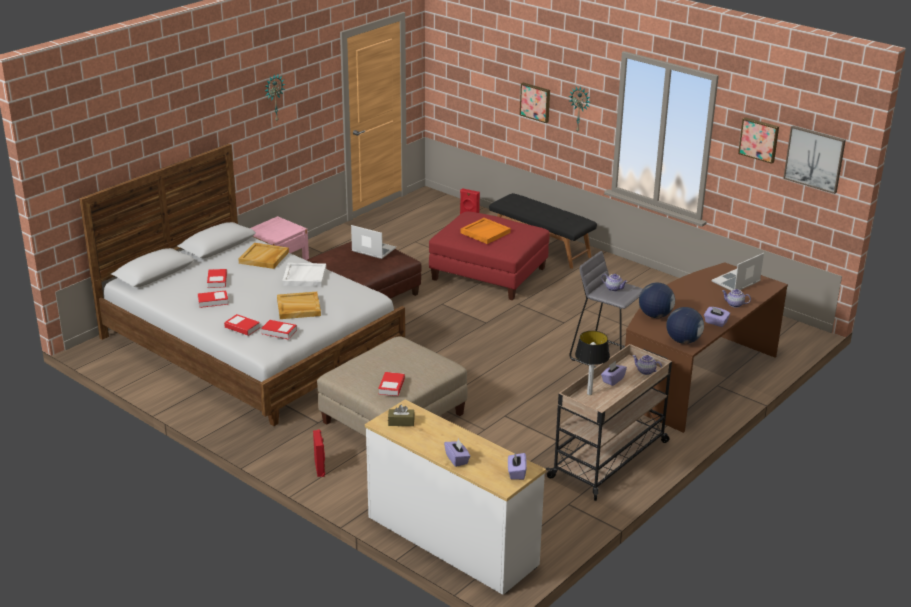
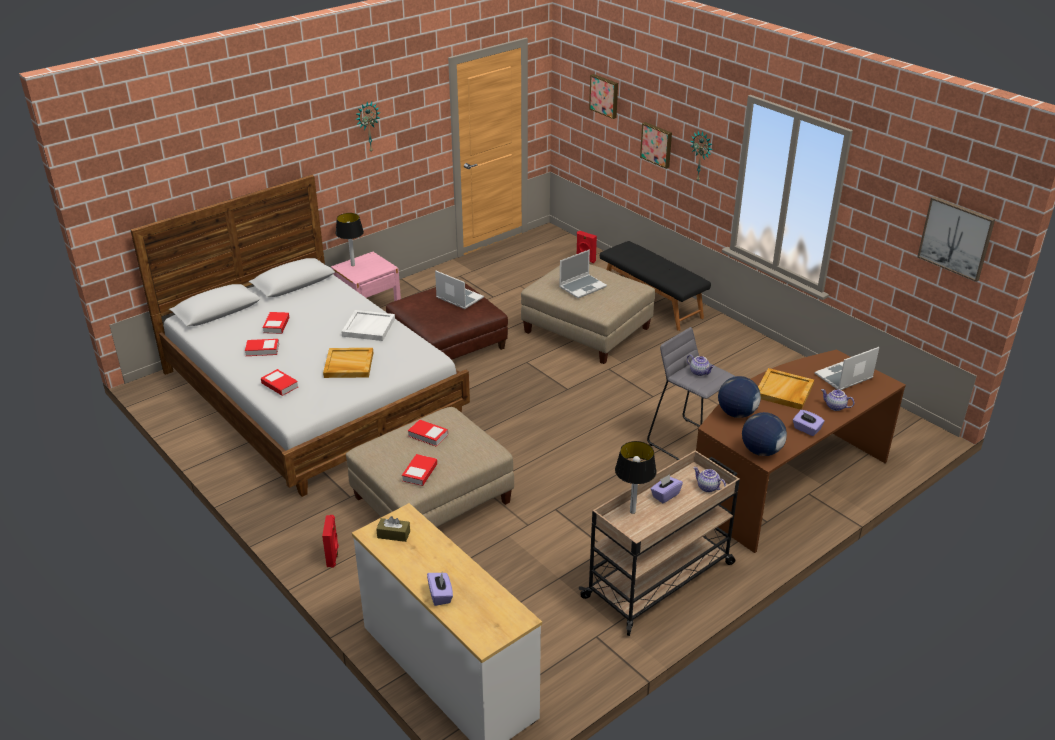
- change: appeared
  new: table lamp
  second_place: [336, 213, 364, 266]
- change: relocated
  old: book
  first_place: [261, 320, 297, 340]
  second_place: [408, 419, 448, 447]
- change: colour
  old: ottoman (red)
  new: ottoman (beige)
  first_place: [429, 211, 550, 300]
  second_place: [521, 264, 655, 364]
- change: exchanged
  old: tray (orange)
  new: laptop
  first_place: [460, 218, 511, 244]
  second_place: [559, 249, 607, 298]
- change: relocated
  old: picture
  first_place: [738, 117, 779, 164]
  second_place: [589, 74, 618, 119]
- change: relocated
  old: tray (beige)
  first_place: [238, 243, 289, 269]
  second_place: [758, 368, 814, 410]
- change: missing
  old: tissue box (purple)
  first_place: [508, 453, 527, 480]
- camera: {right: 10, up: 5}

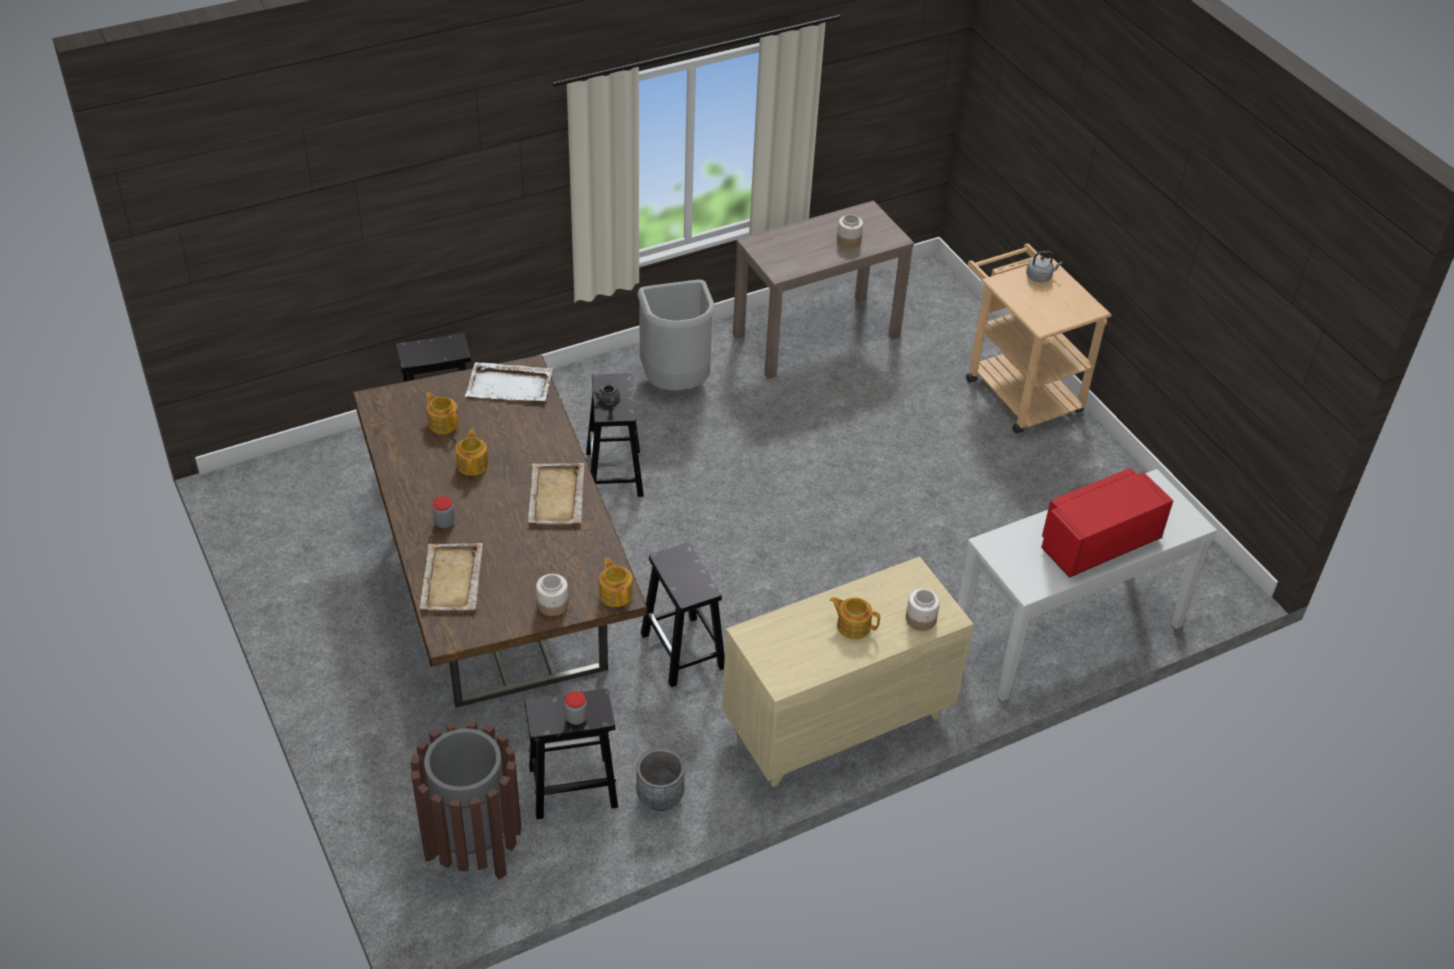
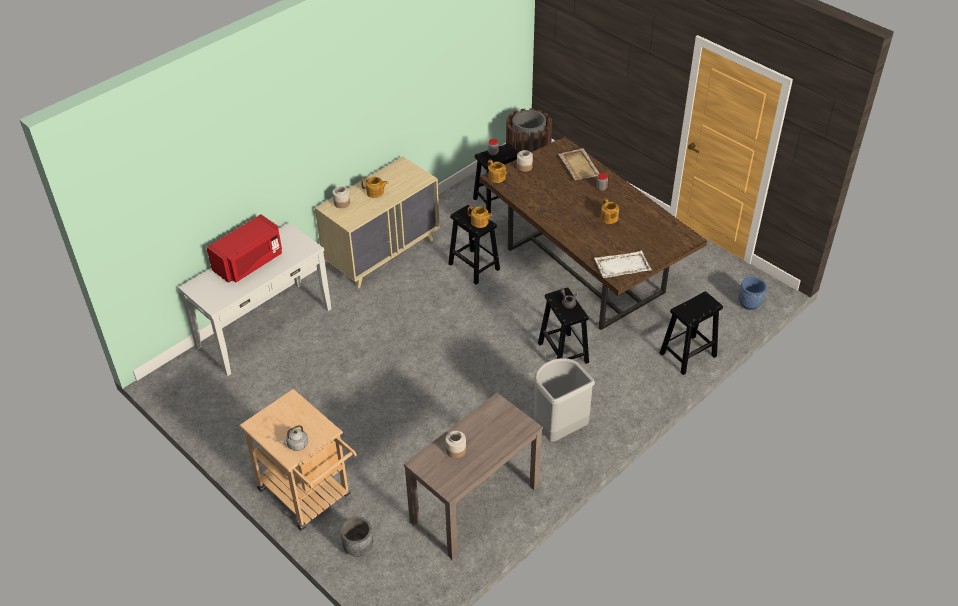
- change: relocated
  old: planter (grey)
  first_place: [636, 748, 685, 811]
  second_place: [340, 517, 373, 557]
- change: relocated
  old: teapot
  first_place: [425, 392, 459, 434]
  second_place: [468, 206, 493, 228]
- change: appeared
  new: planter (blue)
  second_place: [738, 277, 767, 310]
- change: missing
  old: tray (beige)
  first_place: [528, 463, 584, 524]
- camera: {right: 165, up: 0}

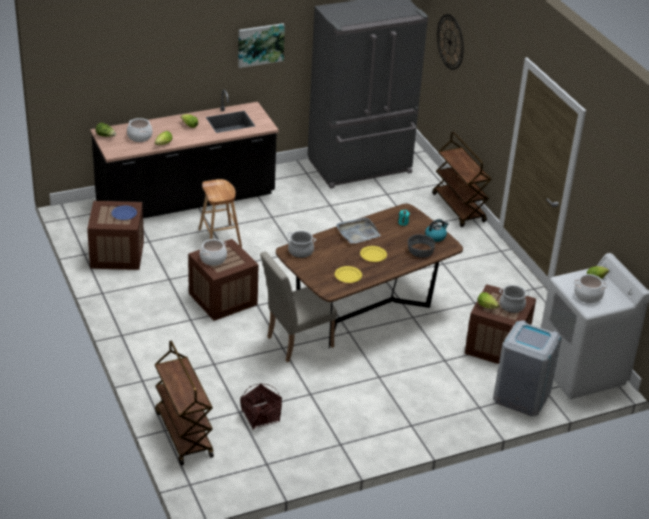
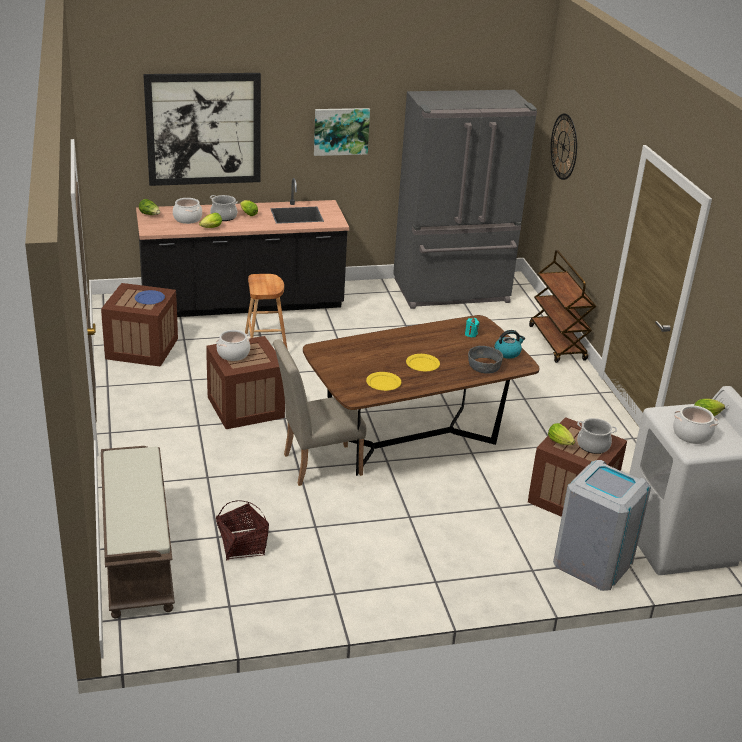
- change: exchanged
  old: cart (brown)
  new: bench (brown)
  first_place: [155, 341, 214, 466]
  second_place: [101, 446, 175, 618]
- change: appeared
  new: picture
  second_place: [143, 73, 261, 186]
- change: relocated
  old: cooking pot
  first_place: [287, 231, 316, 258]
  second_place: [210, 195, 238, 221]
- change: missing
  old: tray (grey)
  first_place: [336, 218, 381, 244]
- camera: {right: 10, up: -5}

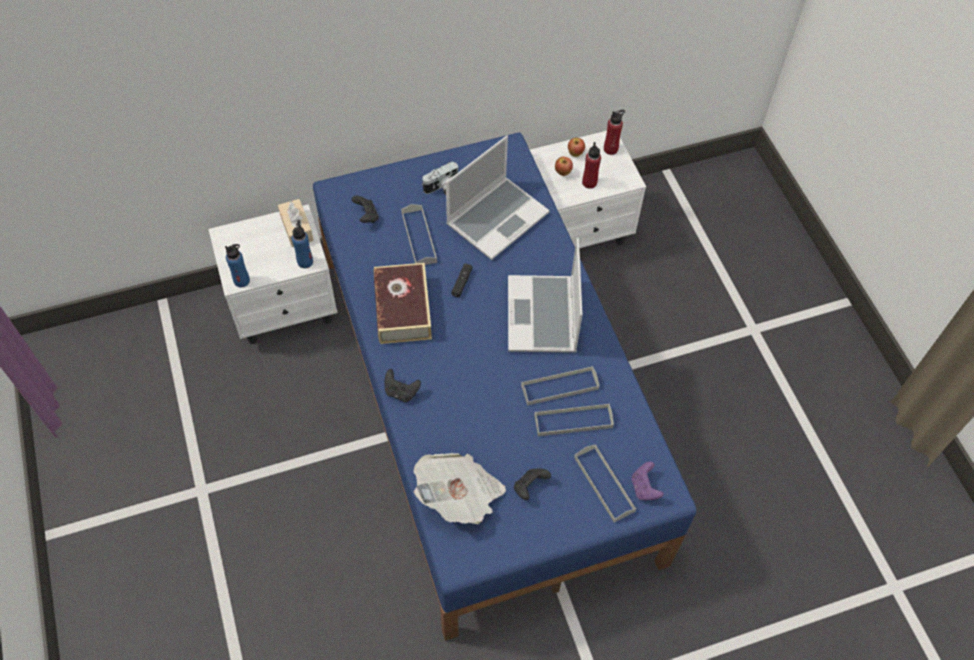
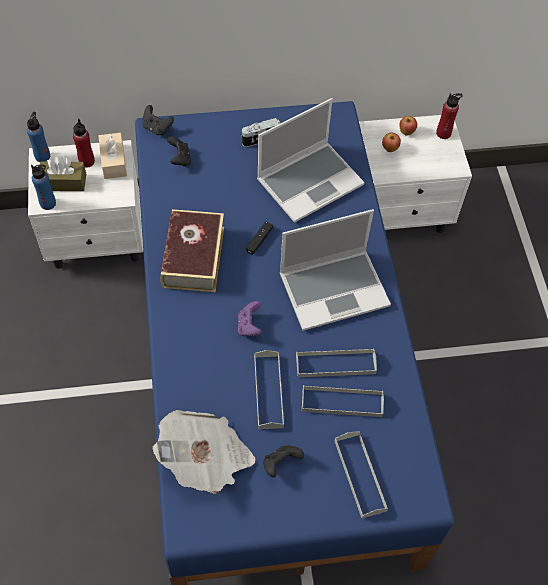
- change: relocated
  old: bottle (blue)
  first_place: [292, 220, 313, 268]
  second_place: [27, 112, 50, 162]
- change: appeared
  new: tissue box (brown)
  second_place: [40, 157, 86, 191]
- change: relocated
  old: bottle (red)
  first_place: [582, 142, 601, 189]
  second_place: [73, 119, 95, 168]
- change: relocated
  old: game controller (black)
  first_place: [385, 369, 421, 402]
  second_place: [142, 105, 174, 136]
- change: relocated
  old: game controller (purple)
  first_place: [631, 462, 664, 501]
  second_place: [238, 301, 262, 336]
- change: relocated
  old: tray (grey)
  first_place: [401, 204, 437, 265]
  second_place: [254, 350, 284, 429]
- change: spun
  old: laptop
  first_place: [508, 238, 583, 353]
  second_place: [280, 209, 391, 331]
  degrees: -120
- camera: {right: 10, up: 0}

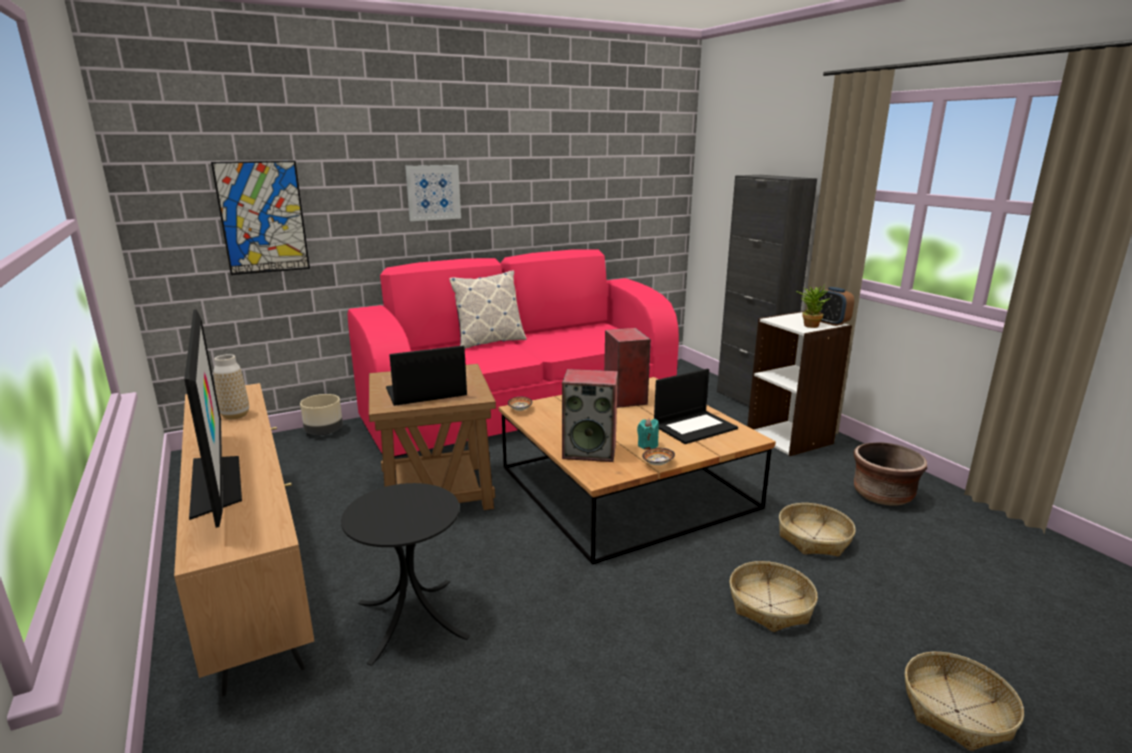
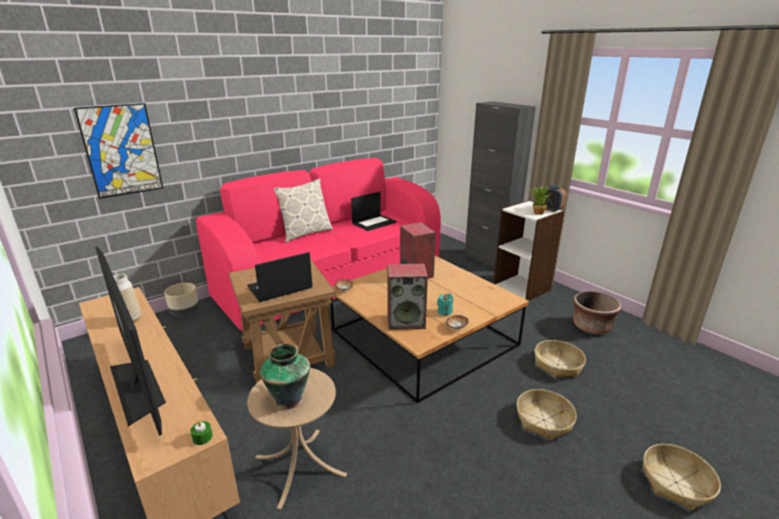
- change: appeared
  new: candle (green)
  second_place: [190, 420, 213, 445]
- change: colour
  old: side table (black)
  new: side table (beige)
  first_place: [341, 483, 470, 666]
  second_place: [247, 368, 347, 509]
- change: appeared
  new: vase
  second_place: [260, 343, 310, 410]
- change: relocated
  old: laptop
  first_place: [654, 369, 738, 444]
  second_place: [351, 191, 397, 231]
- change: missing
  old: picture
  first_place: [405, 165, 461, 221]
- camera: {right: -10, up: 5}

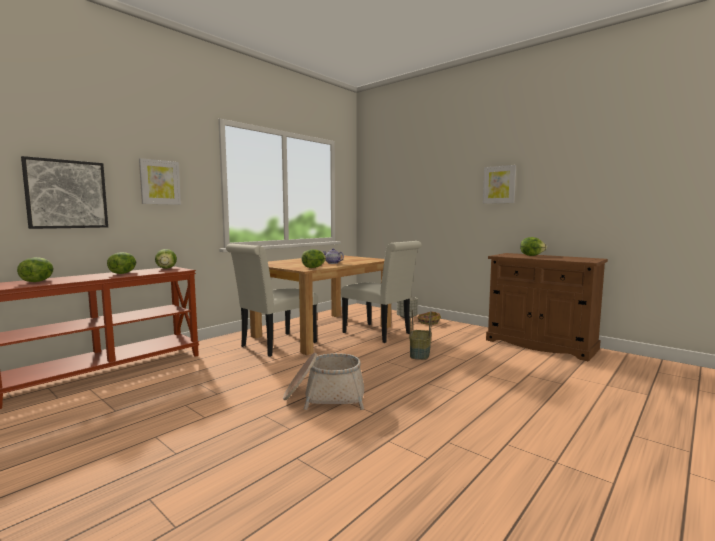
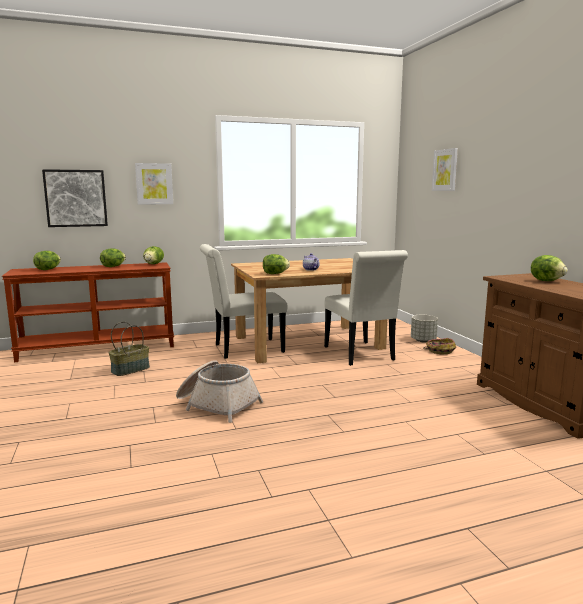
- change: relocated
  old: basket
  first_place: [409, 310, 432, 360]
  second_place: [109, 322, 150, 376]
- change: relocated
  old: picture
  first_place: [483, 165, 516, 204]
  second_place: [432, 148, 458, 191]
- camera: {right: 30, up: 5}

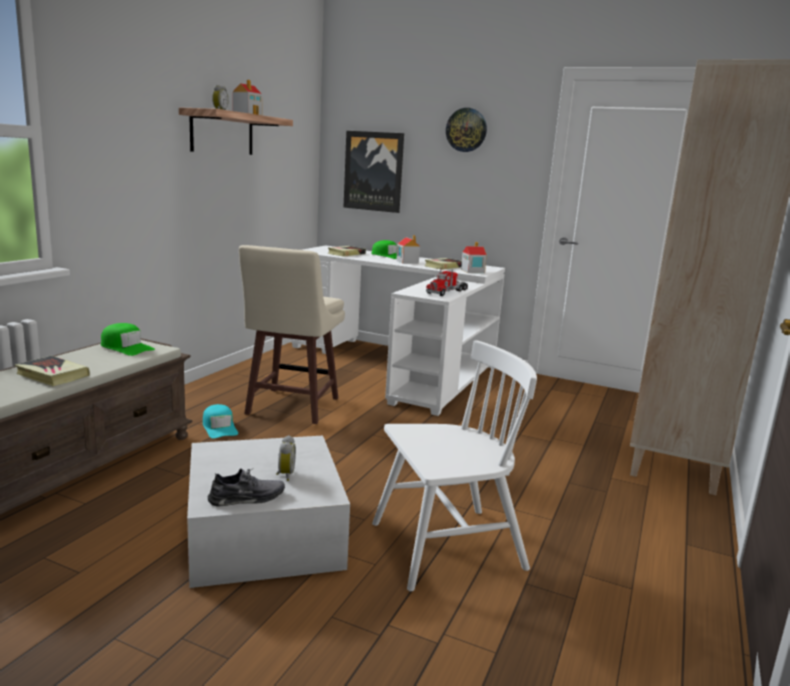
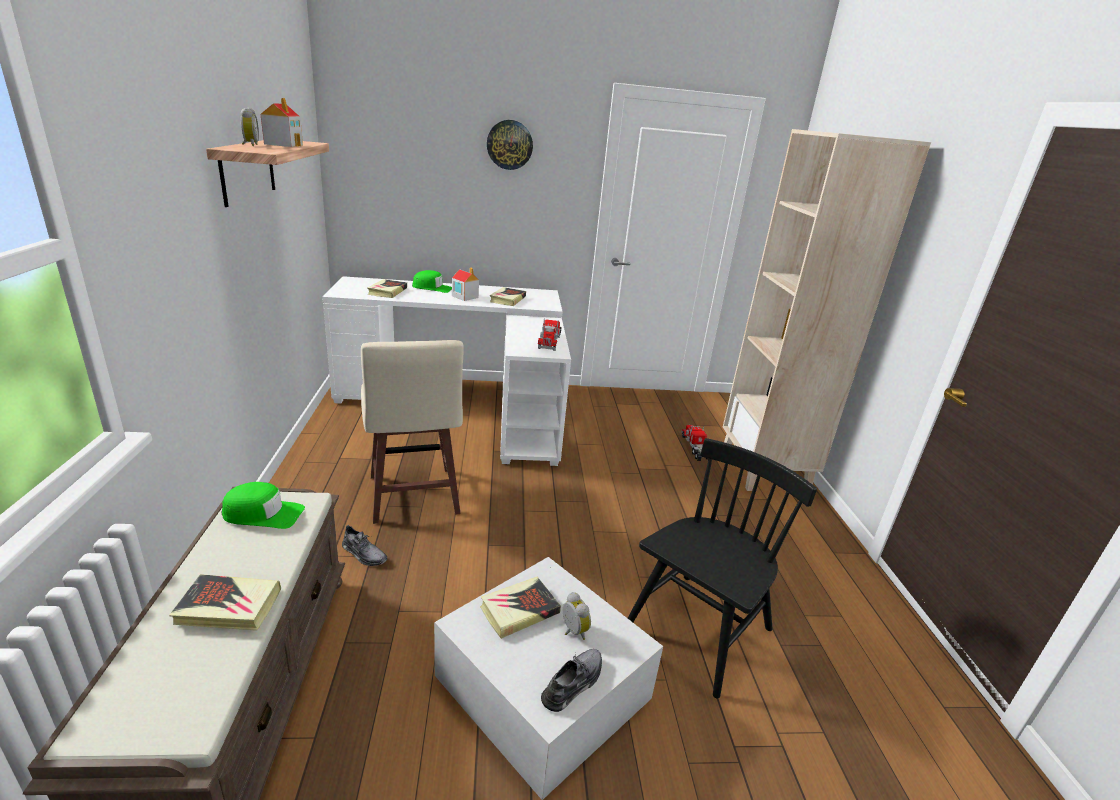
- change: exchanged
  old: cap (turquoise)
  new: shoe (grey)
  first_place: [203, 404, 238, 438]
  second_place: [342, 525, 387, 566]
- change: appeared
  new: book
  second_place: [480, 577, 561, 639]
- change: colour
  old: chair (white)
  new: chair (black)
  first_place: [372, 340, 537, 591]
  second_place: [628, 438, 817, 699]
- change: appeared
  new: toy truck
  second_place: [681, 425, 709, 461]
- change: missing
  old: picture
  first_place: [343, 131, 404, 213]
- change: missing
  old: toy house
  first_place: [461, 242, 487, 273]
- camera: {right: -30, up: 10}

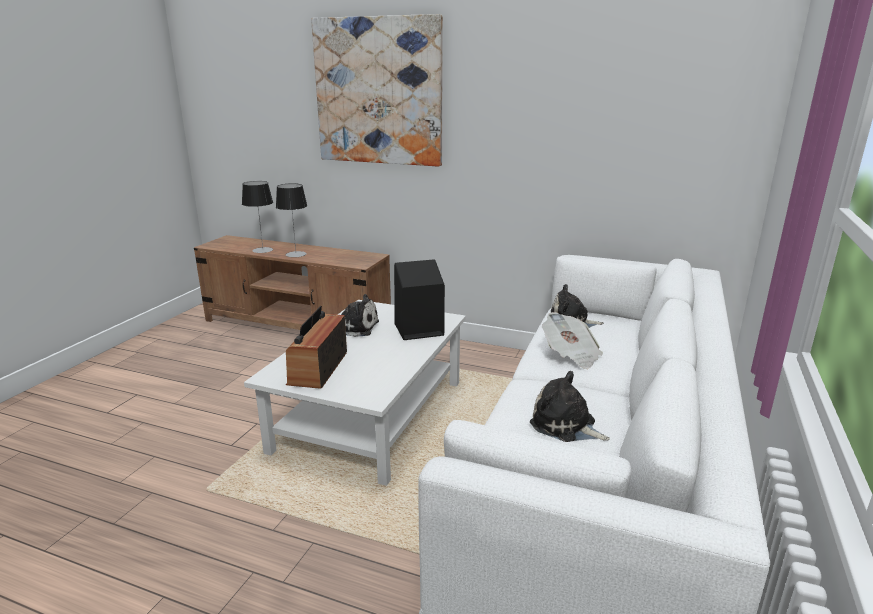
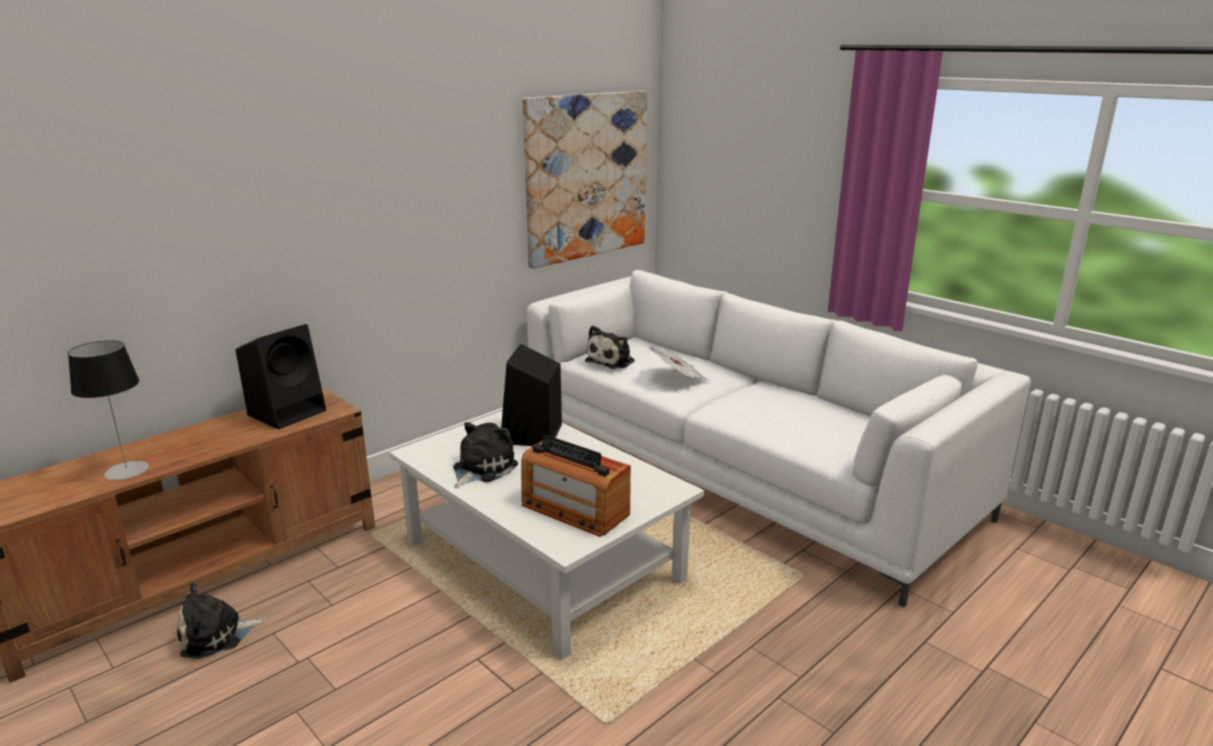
- change: relocated
  old: plush toy
  first_place: [530, 371, 610, 442]
  second_place: [177, 582, 266, 659]
- change: appeared
  new: speaker (black)
  second_place: [236, 324, 326, 429]
- change: relocated
  old: picture
  first_place: [311, 14, 443, 167]
  second_place: [523, 91, 647, 269]
- change: missing
  old: table lamp
  first_place: [276, 183, 307, 257]
- camera: {right: -65, up: 0}

